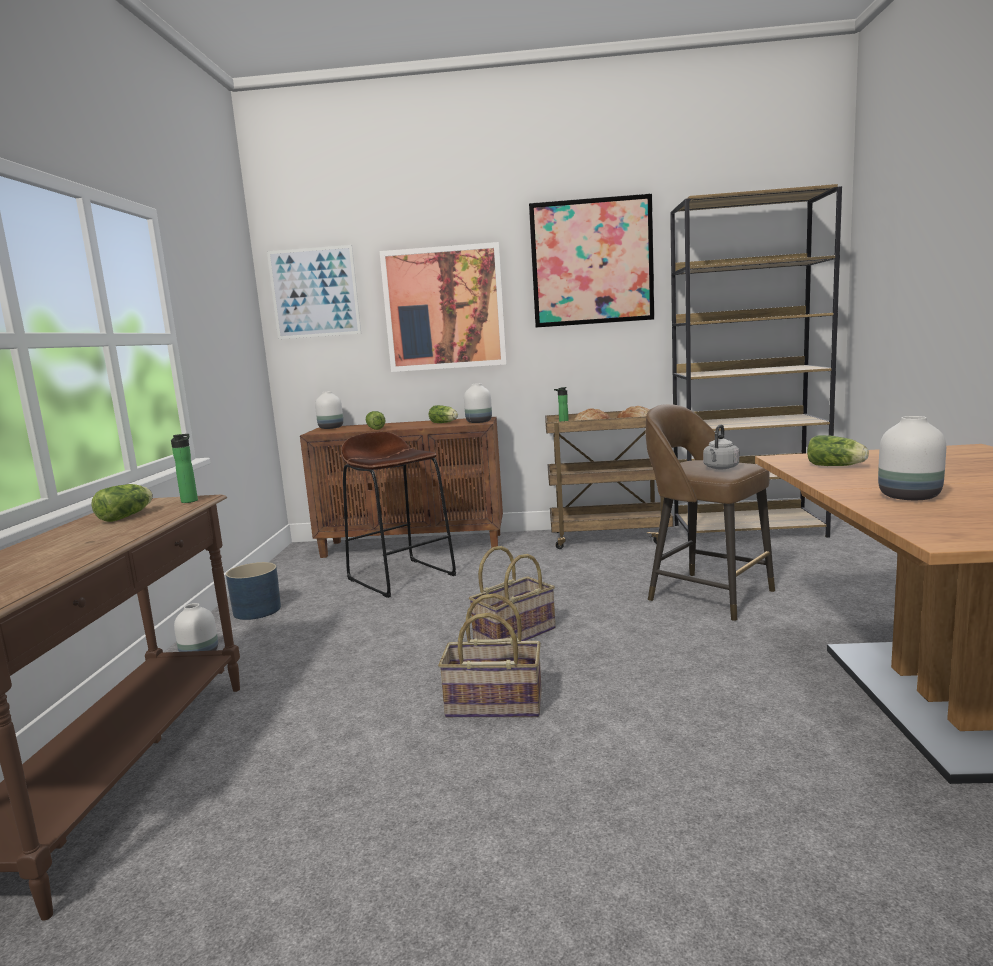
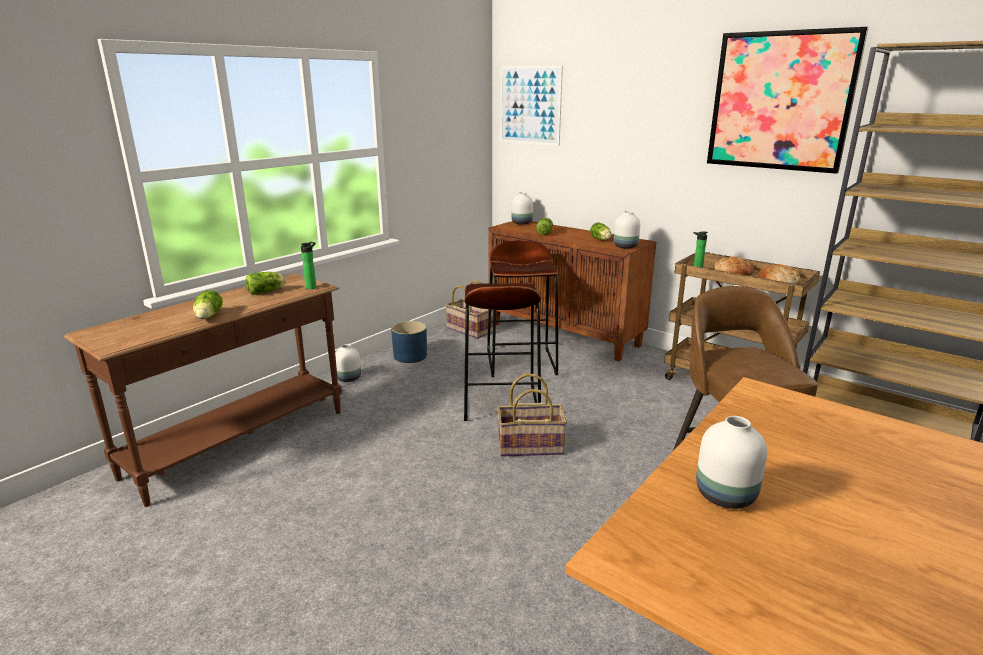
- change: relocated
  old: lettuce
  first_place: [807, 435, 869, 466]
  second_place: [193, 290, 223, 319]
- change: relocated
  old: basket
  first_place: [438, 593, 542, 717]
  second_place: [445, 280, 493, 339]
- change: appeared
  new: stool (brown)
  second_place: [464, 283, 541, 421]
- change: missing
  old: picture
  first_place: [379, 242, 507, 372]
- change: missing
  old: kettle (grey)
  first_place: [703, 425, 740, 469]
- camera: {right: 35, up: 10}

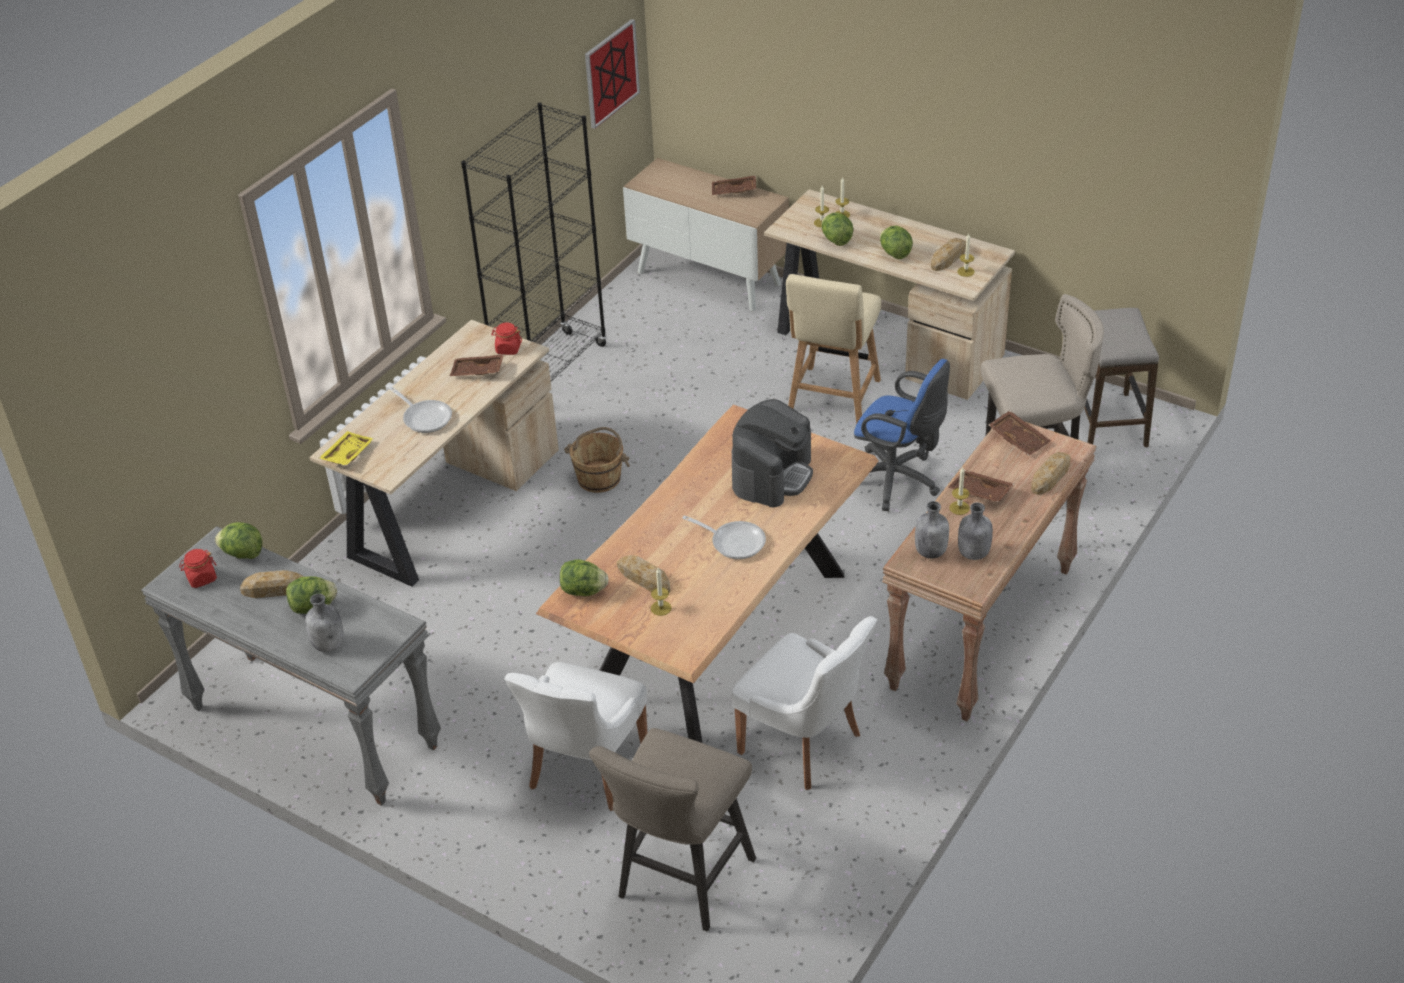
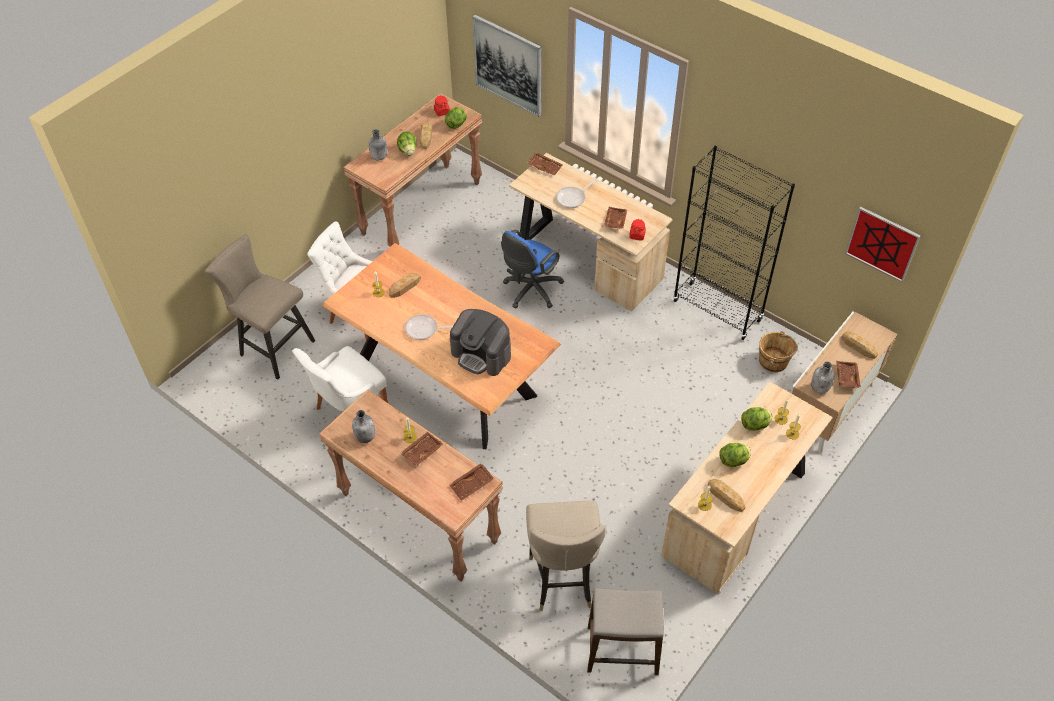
- change: colour
  old: console table (grey)
  new: console table (brown)
  first_place: [141, 526, 441, 806]
  second_place: [343, 93, 482, 247]
- change: spun
  old: frying pan
  first_place: [682, 515, 766, 559]
  second_place: [405, 314, 453, 340]
  degrees: 60
- change: appeared
  new: picture
  second_place: [472, 15, 542, 117]
- change: relocated
  old: office chair (blue)
  first_place: [854, 359, 950, 511]
  second_place: [501, 230, 564, 308]
- change: colour
  old: tray (yellow)
  new: tray (brown)
  first_place: [319, 431, 374, 466]
  second_place: [527, 152, 563, 176]
- change: relocated
  old: bucket (brown)
  first_place: [564, 427, 630, 493]
  second_place: [759, 331, 798, 372]
- change: relocated
  old: bottle (grey)
  first_place: [915, 501, 949, 558]
  second_place: [811, 362, 835, 393]
- change: relocated
  old: bread
  first_place: [1031, 452, 1071, 495]
  second_place: [841, 332, 878, 359]
- change: missing
  old: lettuce
  first_place: [560, 559, 609, 596]
- change: missing
  old: chair (beige)
  first_place: [786, 274, 881, 424]
- camera: {right: 95, up: 10}

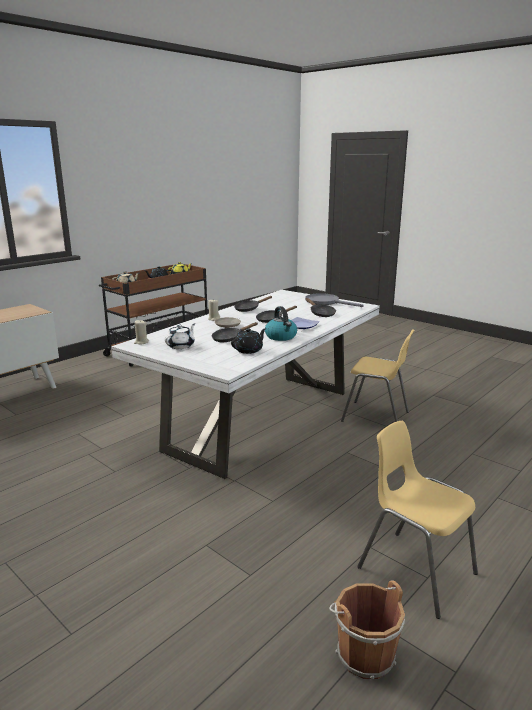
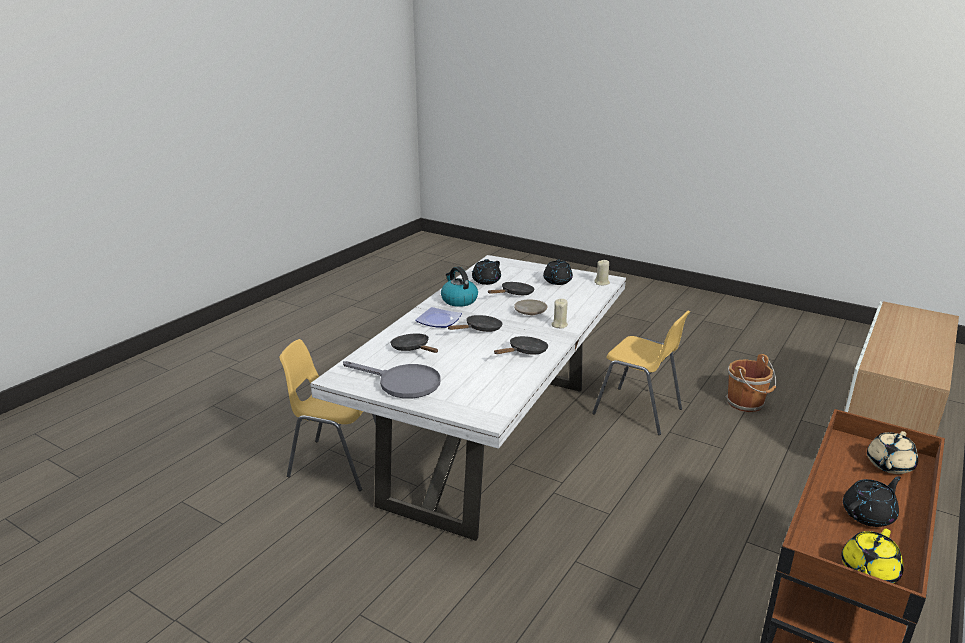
- change: colour
  old: teapot (white)
  new: teapot (black)
  first_place: [165, 324, 195, 349]
  second_place: [543, 259, 573, 285]
- change: relocated
  old: chair (yellow)
  first_place: [357, 421, 478, 619]
  second_place: [592, 311, 690, 435]
- change: relocated
  old: bucket (brown)
  first_place: [329, 580, 405, 679]
  second_place: [726, 354, 776, 412]
- camera: {right: 170, up: 5}

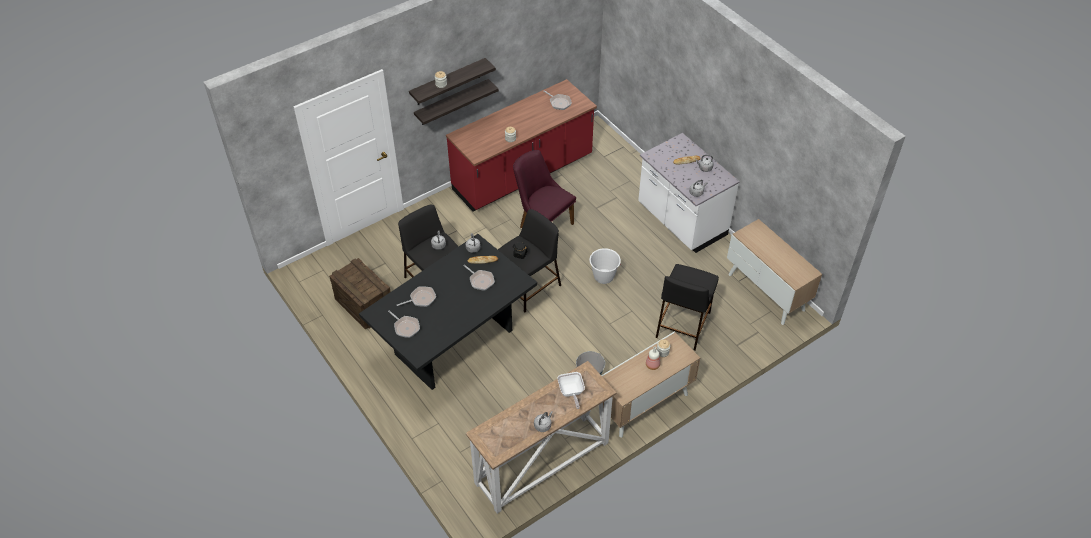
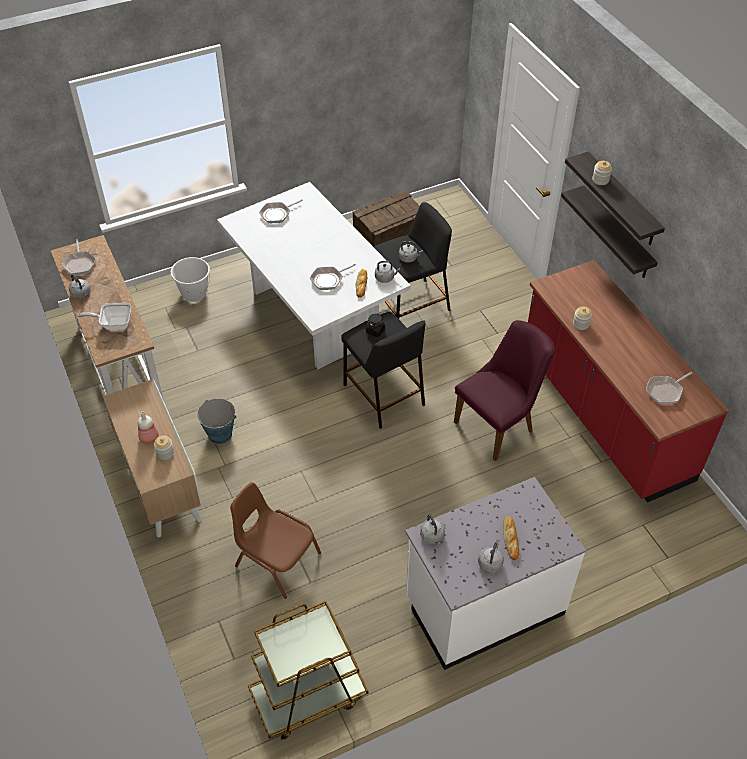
- change: relocated
  old: frying pan
  first_place: [397, 286, 436, 307]
  second_place: [62, 239, 96, 275]
- change: relocated
  old: bucket (white)
  first_place: [589, 248, 621, 284]
  second_place: [170, 257, 210, 302]
- change: colour
  old: dining table (black)
  new: dining table (white)
  first_place: [359, 234, 537, 390]
  second_place: [217, 182, 411, 369]
- change: exchanged
  old: stool (black)
  new: chair (brown)
  first_place: [656, 264, 719, 350]
  second_place: [230, 482, 321, 599]
- change: exchanged
  old: cabinet
  new: cart (brown)
  first_place: [727, 219, 822, 325]
  second_place: [248, 601, 368, 740]
- camera: {right: 100, up: 0}

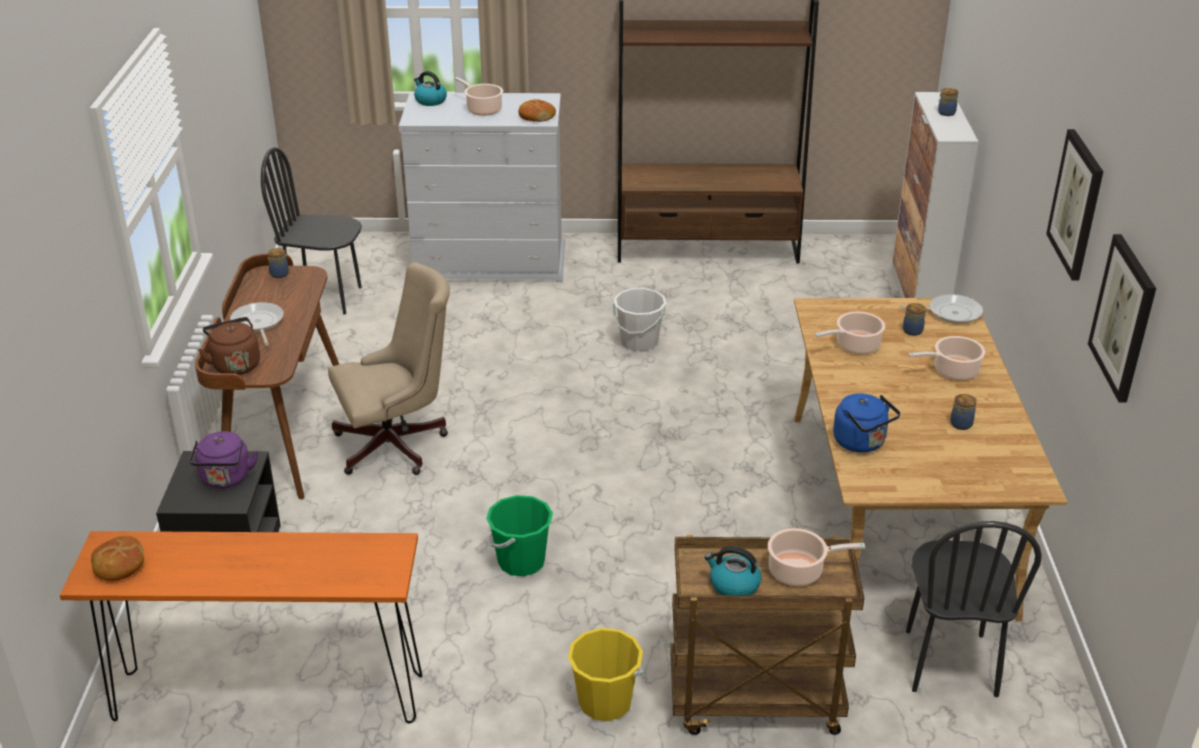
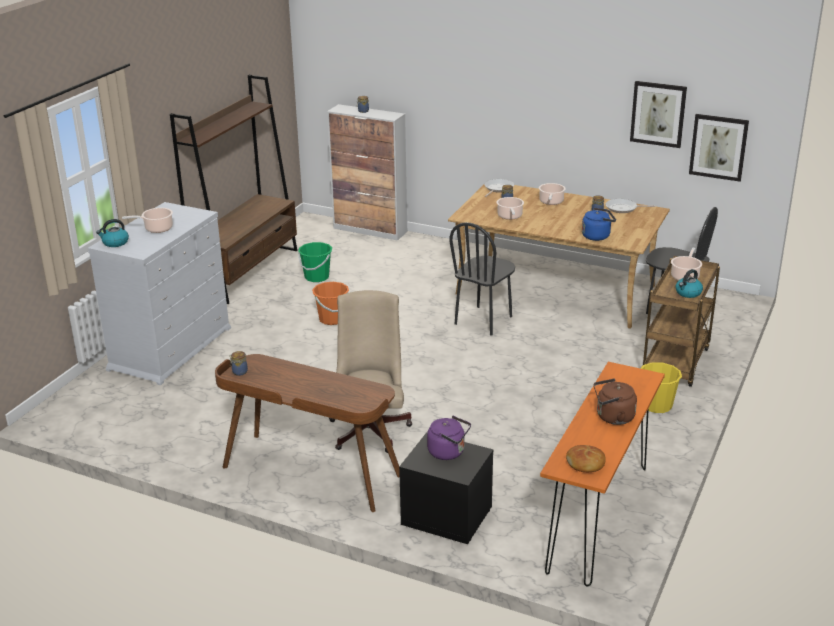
- change: relocated
  old: bucket (green)
  first_place: [486, 495, 553, 576]
  second_place: [298, 242, 332, 282]
- change: colour
  old: bucket (white)
  new: bucket (orange)
  first_place: [613, 288, 667, 351]
  second_place: [312, 282, 349, 325]
- change: relocated
  old: chair (black)
  first_place: [261, 147, 362, 315]
  second_place: [449, 222, 515, 335]
- change: relocated
  old: kettle (brown)
  first_place: [198, 317, 260, 375]
  second_place: [594, 378, 637, 425]
- change: relocated
  old: frying pan
  first_place: [230, 302, 284, 346]
  second_place: [606, 199, 655, 213]
- change: relocated
  old: picture
  first_place: [1046, 129, 1103, 281]
  second_place: [689, 114, 749, 182]
- change: missing
  old: bread
  first_place: [518, 99, 556, 122]
- camera: {right: -65, up: -5}

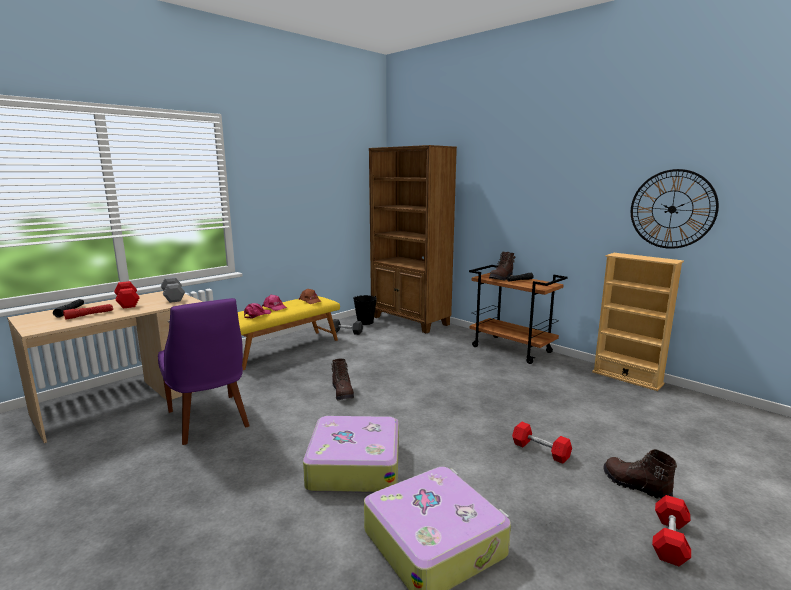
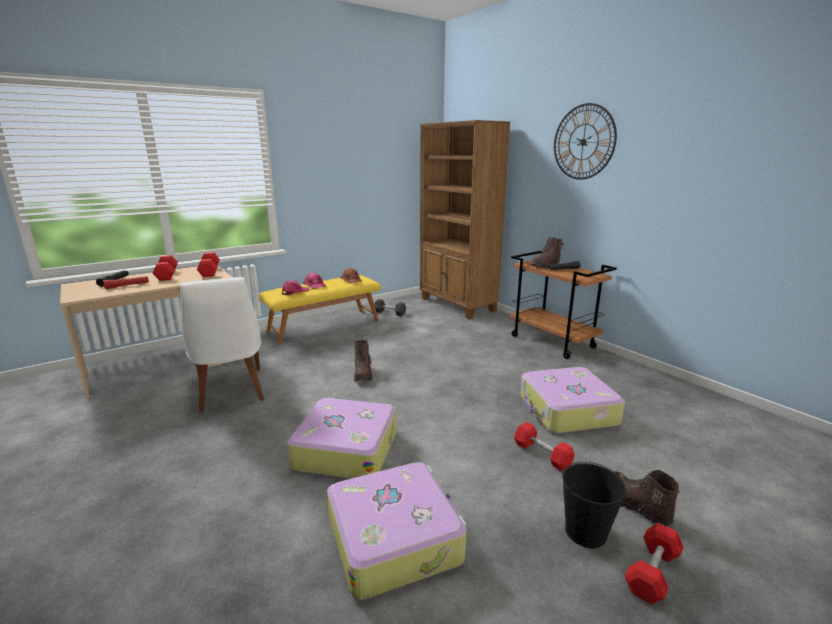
- change: colour
  old: chair (purple)
  new: chair (white)
  first_place: [158, 298, 249, 445]
  second_place: [180, 277, 264, 412]
- change: colour
  old: dumbbell (grey)
  new: dumbbell (red)
  first_place: [161, 277, 185, 303]
  second_place: [197, 252, 220, 277]
- change: appeared
  new: suitcase
  second_place: [520, 367, 625, 434]
- change: relocated
  old: wall clock
  first_place: [631, 169, 719, 249]
  second_place: [554, 103, 617, 180]
- change: relocated
  old: bucket (black)
  first_place: [353, 295, 377, 325]
  second_place: [562, 462, 626, 548]
- change: missing
  old: bookcase (beige)
  first_place: [592, 253, 684, 391]
- camera: {right: 10, up: 5}

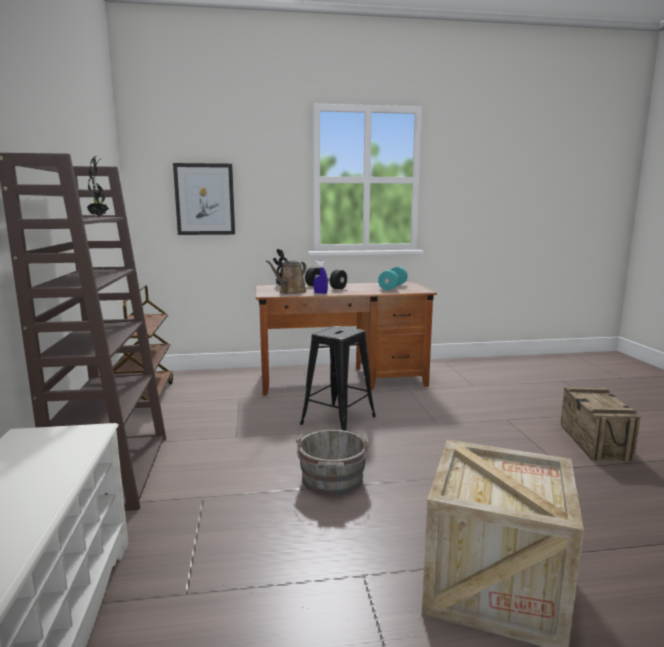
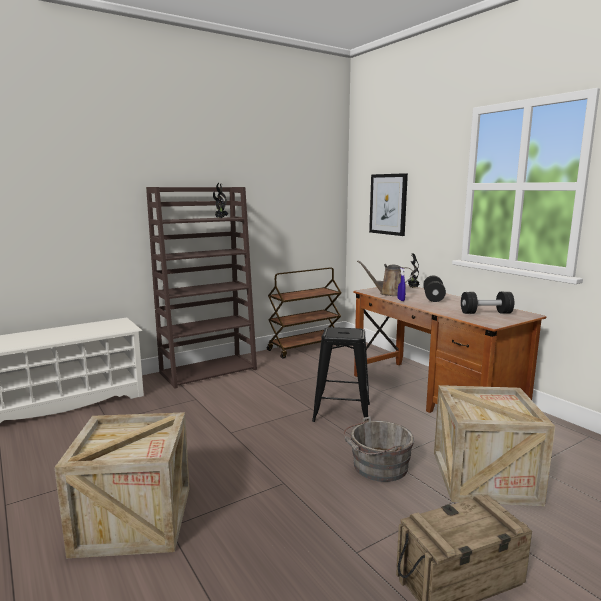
- change: relocated
  old: bucket (grey)
  first_place: [296, 429, 369, 496]
  second_place: [344, 417, 414, 482]
- change: appeared
  new: crate
  second_place: [434, 385, 555, 506]
- change: colour
  old: dumbbell (turquoise)
  new: dumbbell (black)
  first_place: [378, 267, 408, 290]
  second_place: [461, 292, 514, 314]
- camera: {right: 65, up: 0}

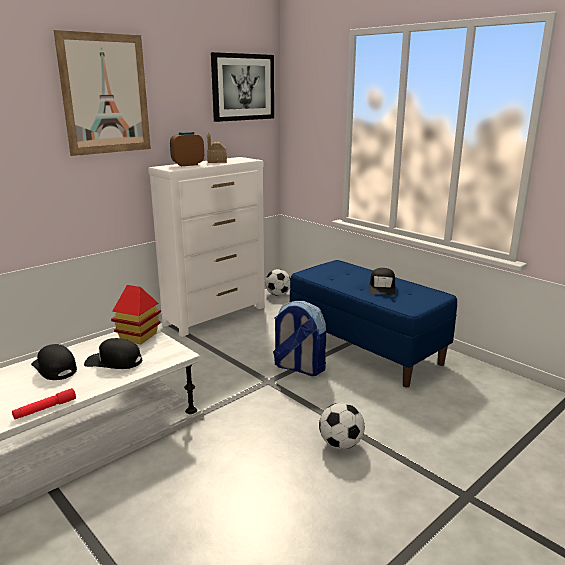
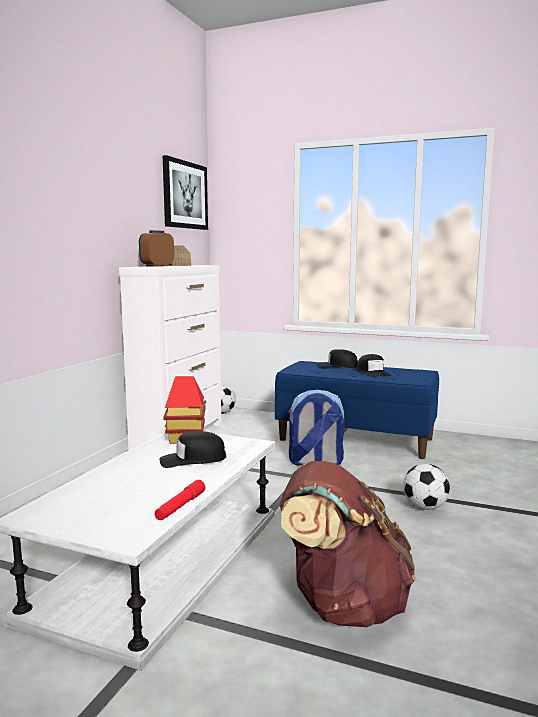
- change: appeared
  new: backpack (brown)
  second_place: [279, 461, 415, 627]
- change: relocated
  old: cap (black)
  first_place: [31, 344, 77, 380]
  second_place: [317, 349, 358, 368]
- change: missing
  old: picture
  first_place: [54, 30, 151, 156]
- camera: {right: -25, up: -10}

